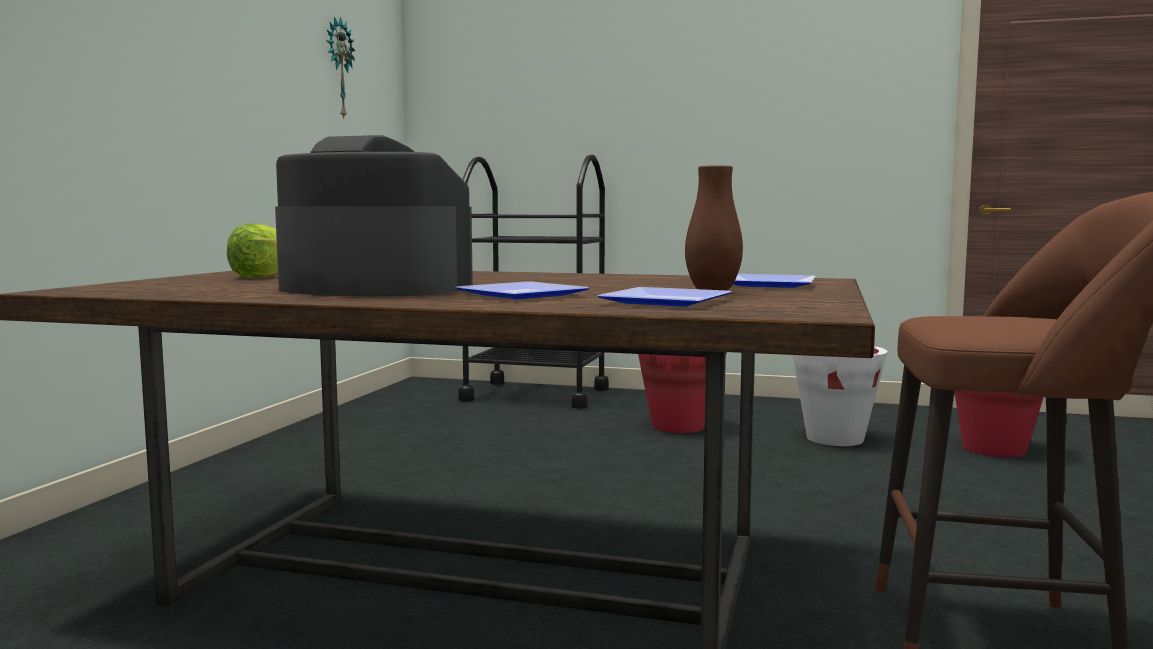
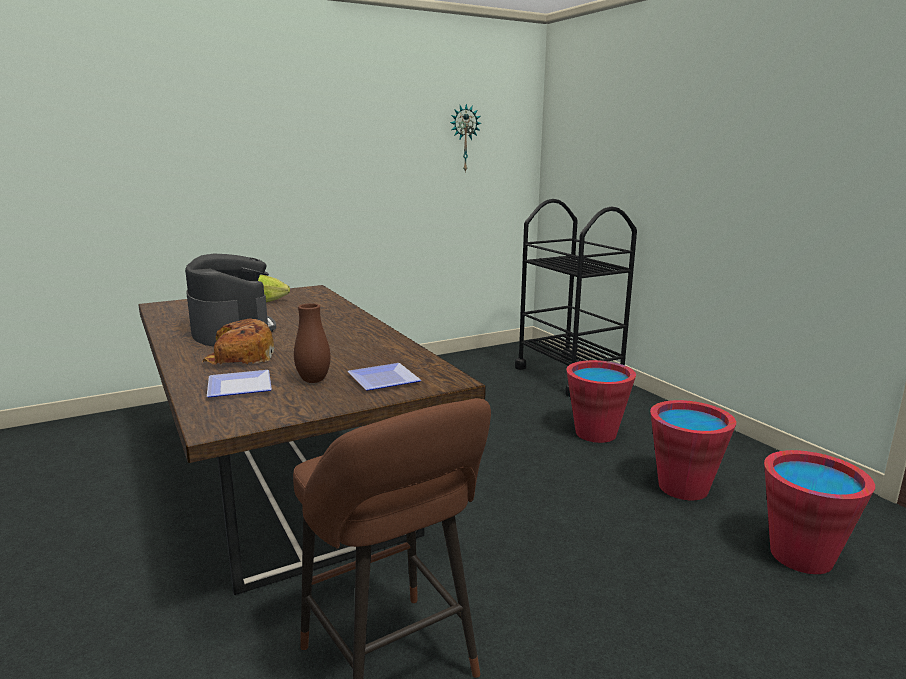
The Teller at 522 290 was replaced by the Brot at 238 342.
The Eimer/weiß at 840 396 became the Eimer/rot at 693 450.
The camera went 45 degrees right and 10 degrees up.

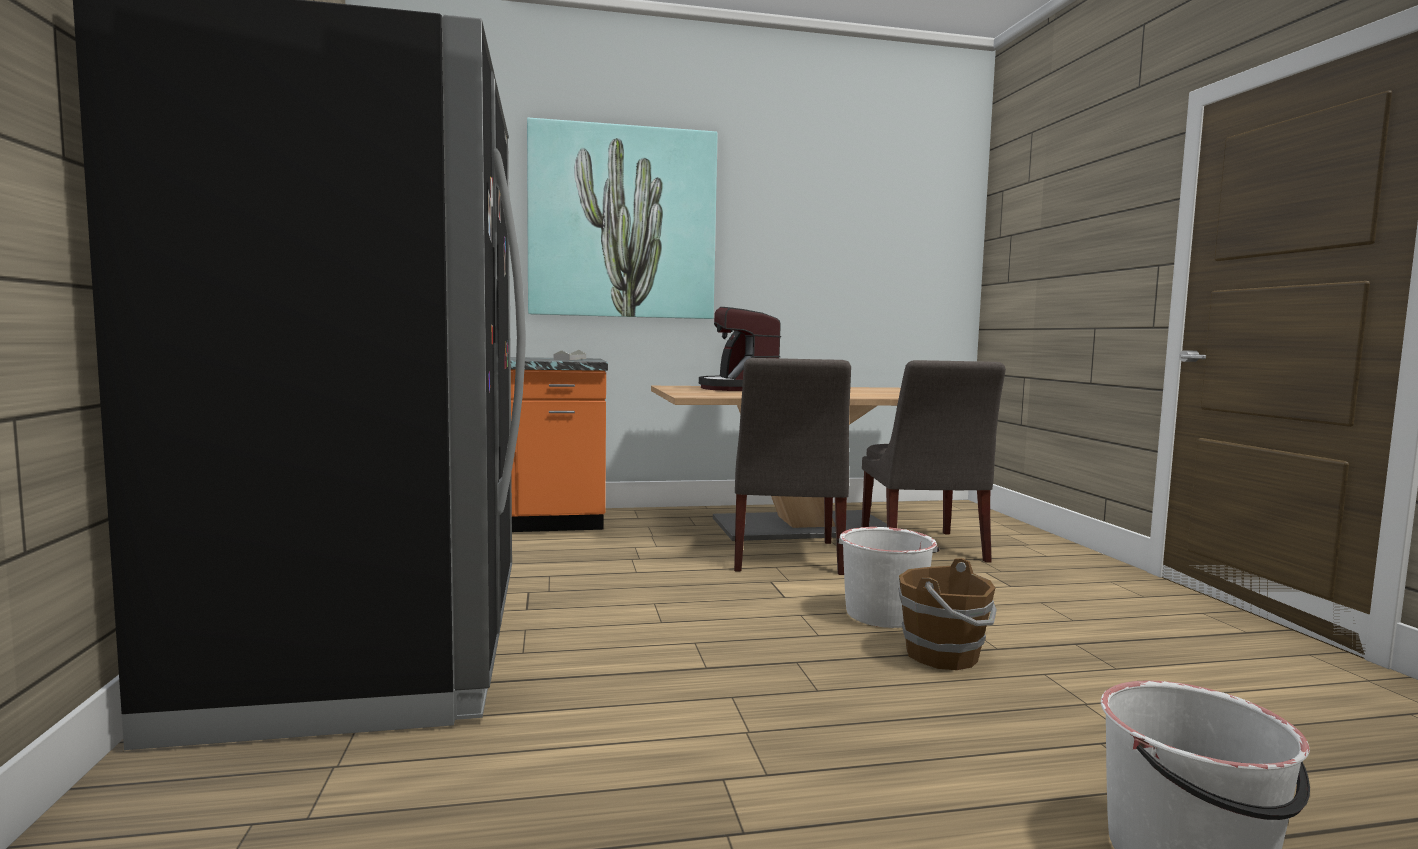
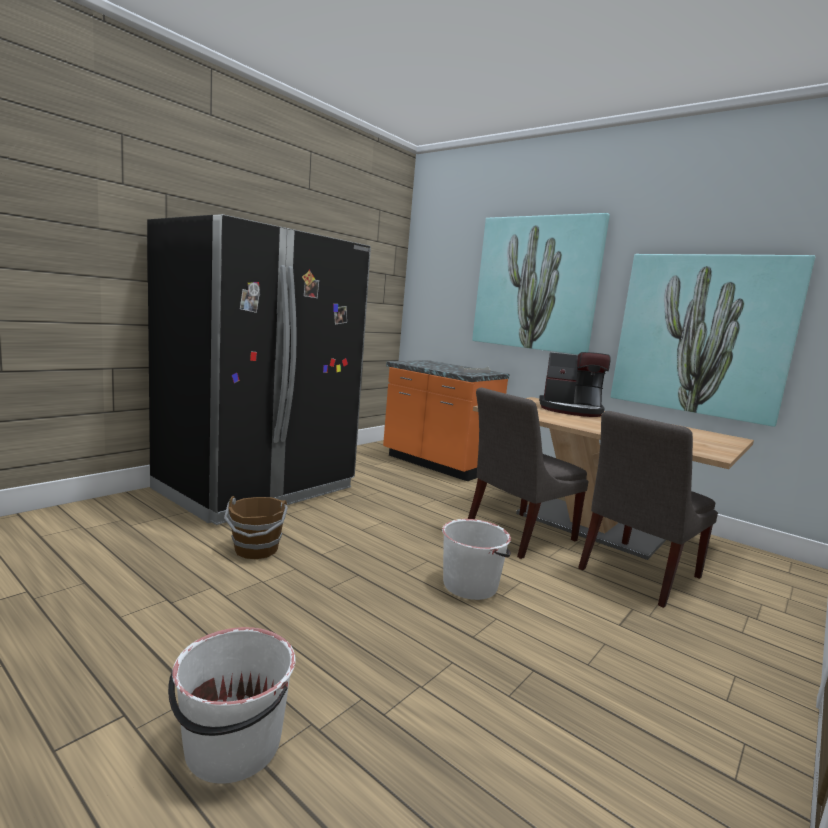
The Bild at 713 340 appeared.
The Eimer/braun moved from 947 614 to 256 527.
The Kaffeemaschine at 740 349 turned 120 degrees counterclockwise.
The camera went 50 degrees right and 5 degrees up.

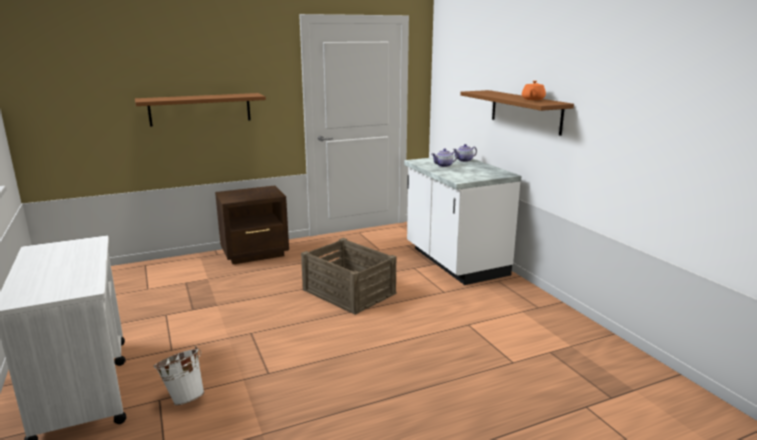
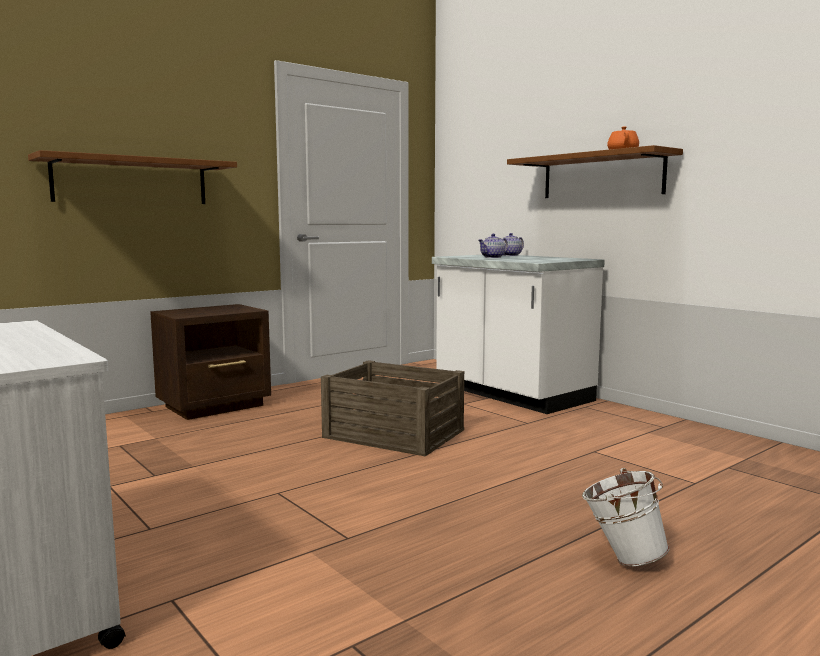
The Eimer/weiß moved from 179 375 to 625 517.
The camera went 15 degrees left and 10 degrees down.

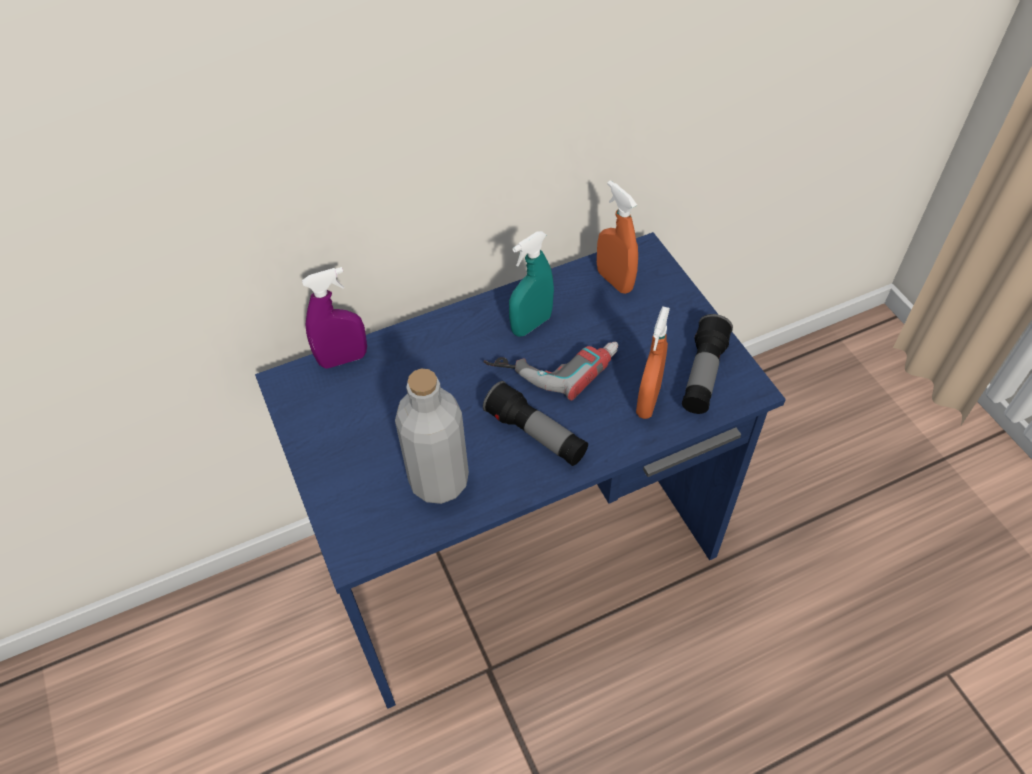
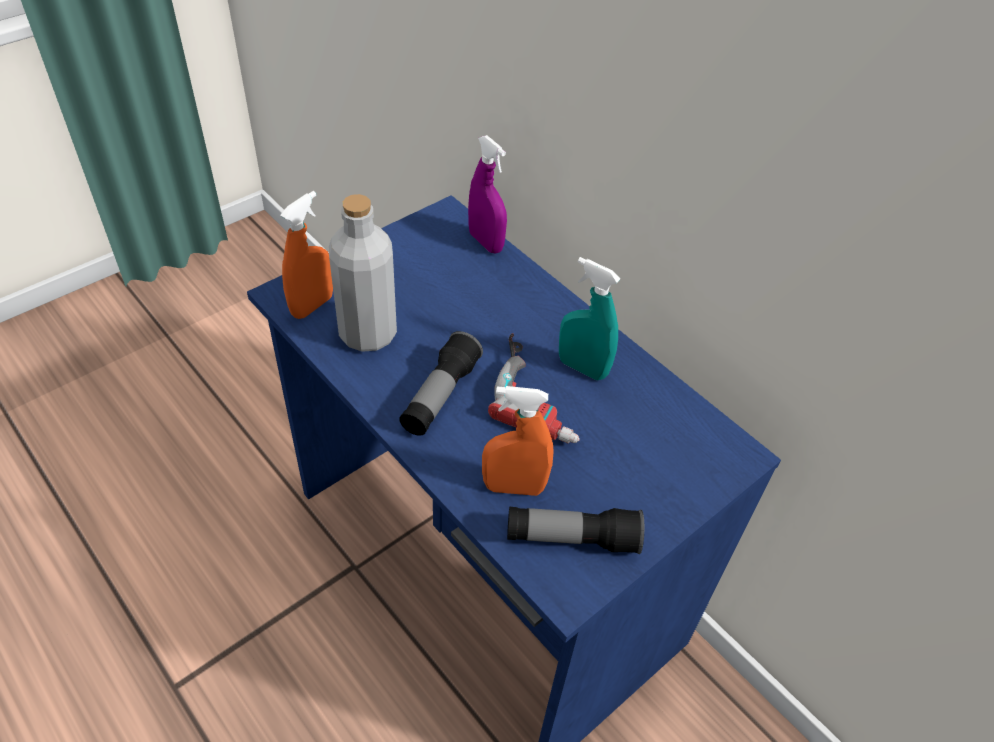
The Sprühflasche/orange moved from 617 237 to 306 255.
The camera went 70 degrees right and 5 degrees down.

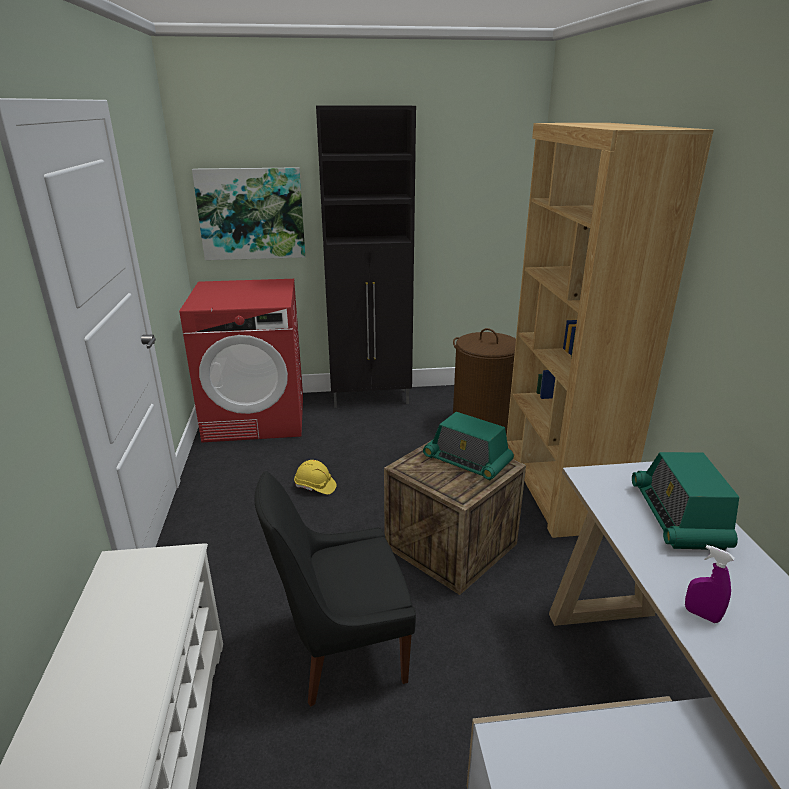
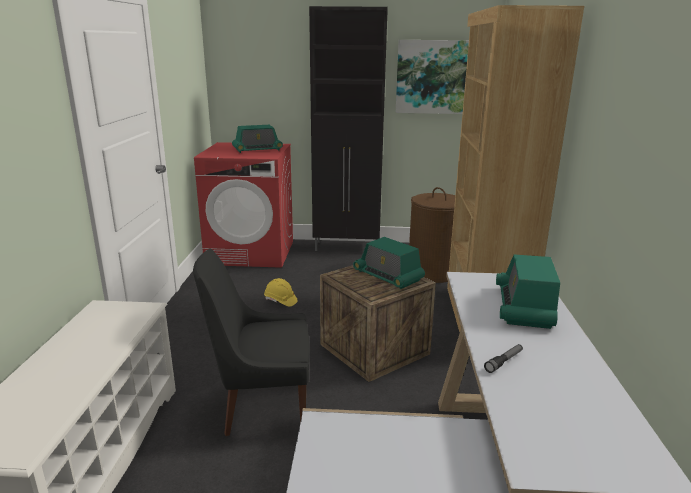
The Radio at 257 139 appeared.
The Bild moved from 248 213 to 432 77.
The Sprühflasche/lila at 710 584 was replaced by the Taschenlampe at 503 358.
The camera went 10 degrees right and 5 degrees down.

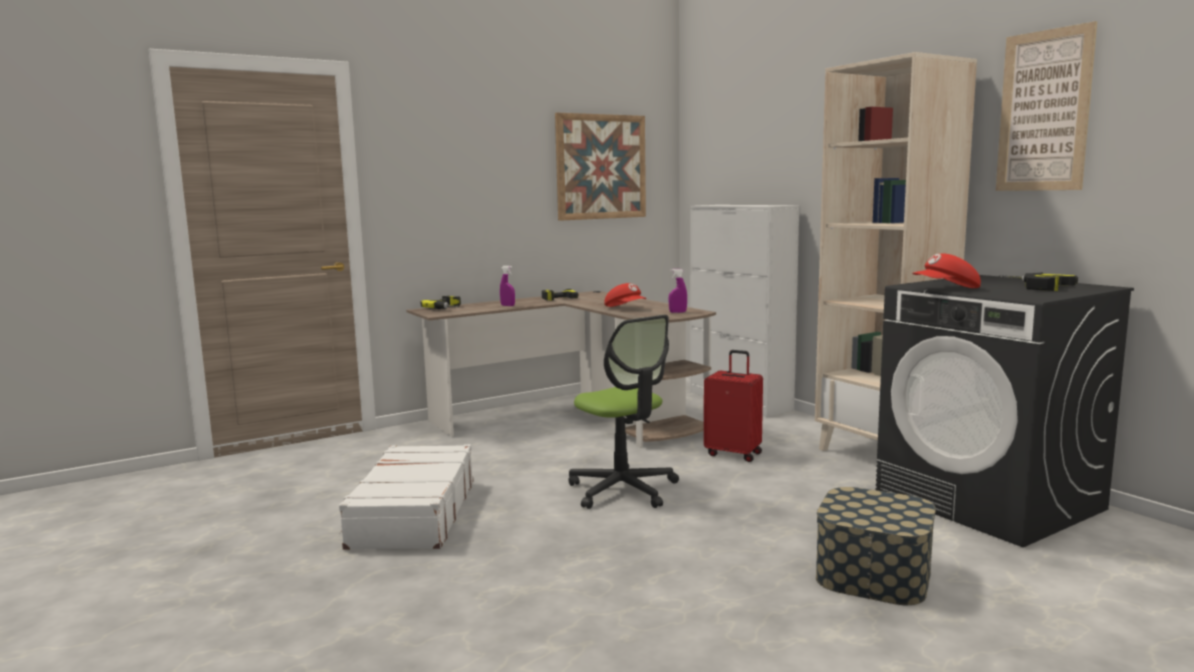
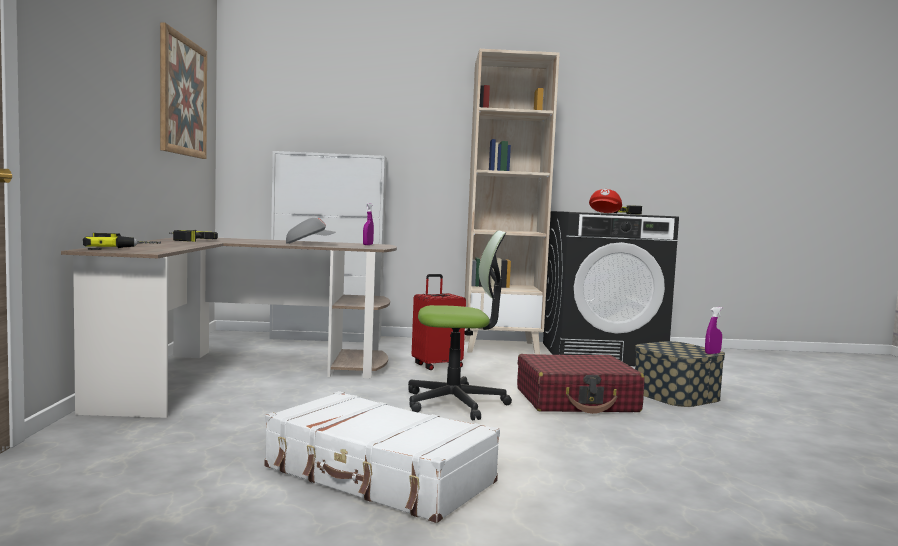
The Bild at 1046 106 disappeared.
The Koffer/rot at 581 384 appeared.
The Sprühflasche/lila moved from 507 286 to 713 330.
The Kappe/rot at 625 295 became the Kappe/grau at 311 231.
The camera went 60 degrees left and 5 degrees down.

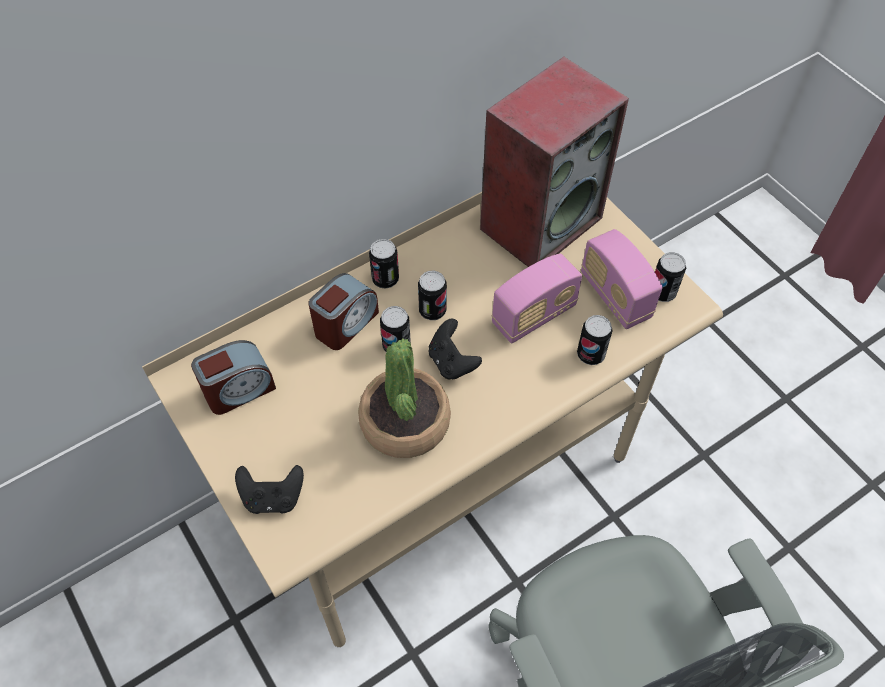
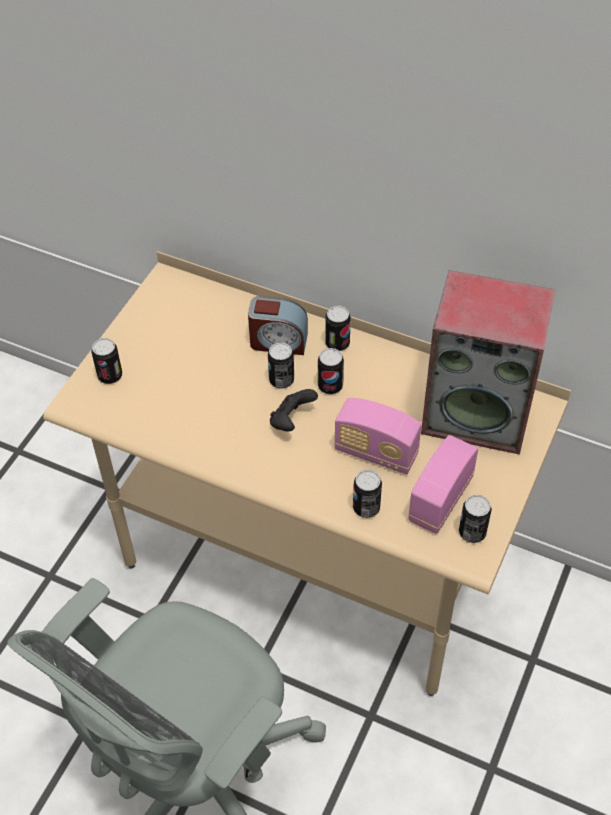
The Wecker at 233 377 disappeared.
The Topfpflanze at 404 398 disappeared.
The Gamepad/schwarz at 269 489 was replaced by the Dose at 106 361.
The camera went 60 degrees right and 5 degrees down.

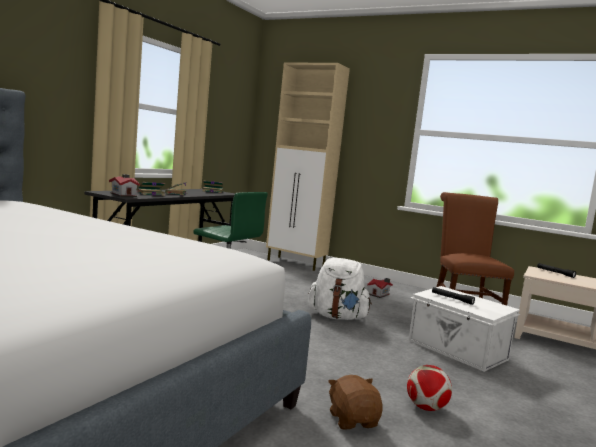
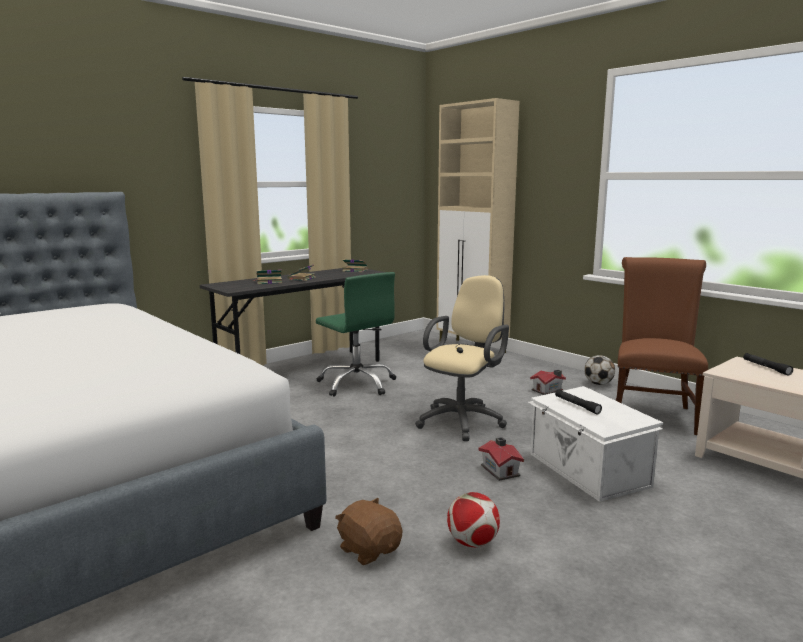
The Fußball at 599 370 appeared.
The Spielzeughaus moved from 124 185 to 501 459.
The Rucksack/weiß at 340 289 was replaced by the Bürostuhl/beige at 462 358.
The Plüschtier/braun at 355 402 turned 45 degrees counterclockwise.
The camera went 20 degrees right and 5 degrees up.

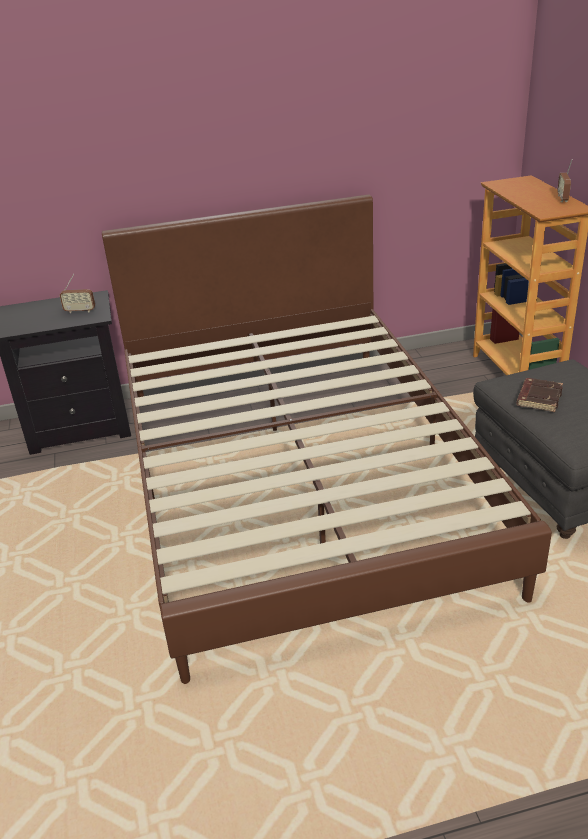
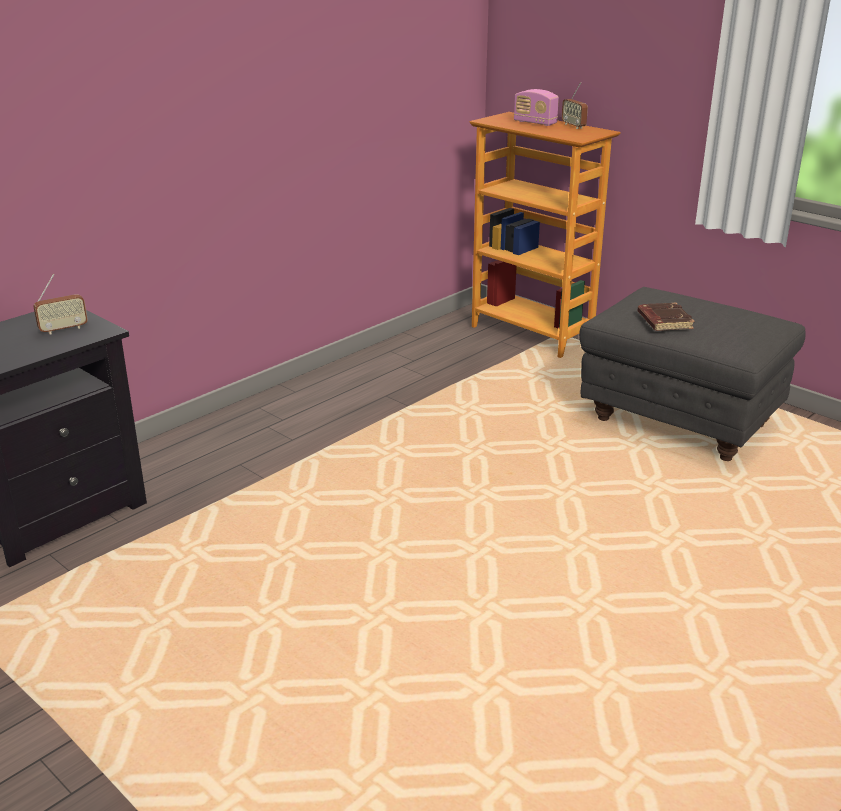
The Bett/braun at 327 439 disappeared.
The Radio at 536 107 appeared.
The camera went 35 degrees left and 5 degrees down.

